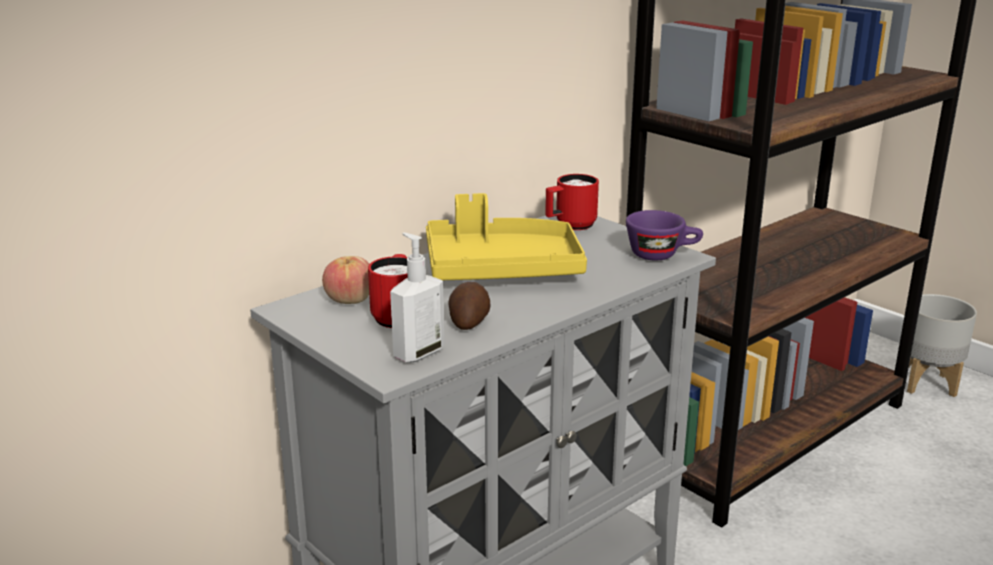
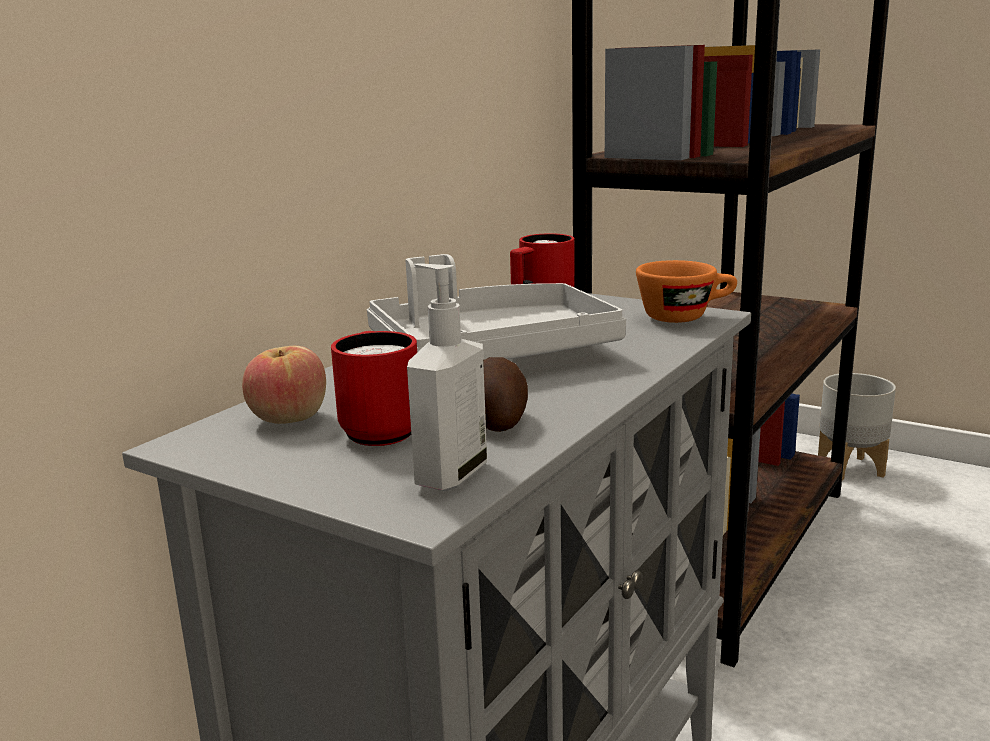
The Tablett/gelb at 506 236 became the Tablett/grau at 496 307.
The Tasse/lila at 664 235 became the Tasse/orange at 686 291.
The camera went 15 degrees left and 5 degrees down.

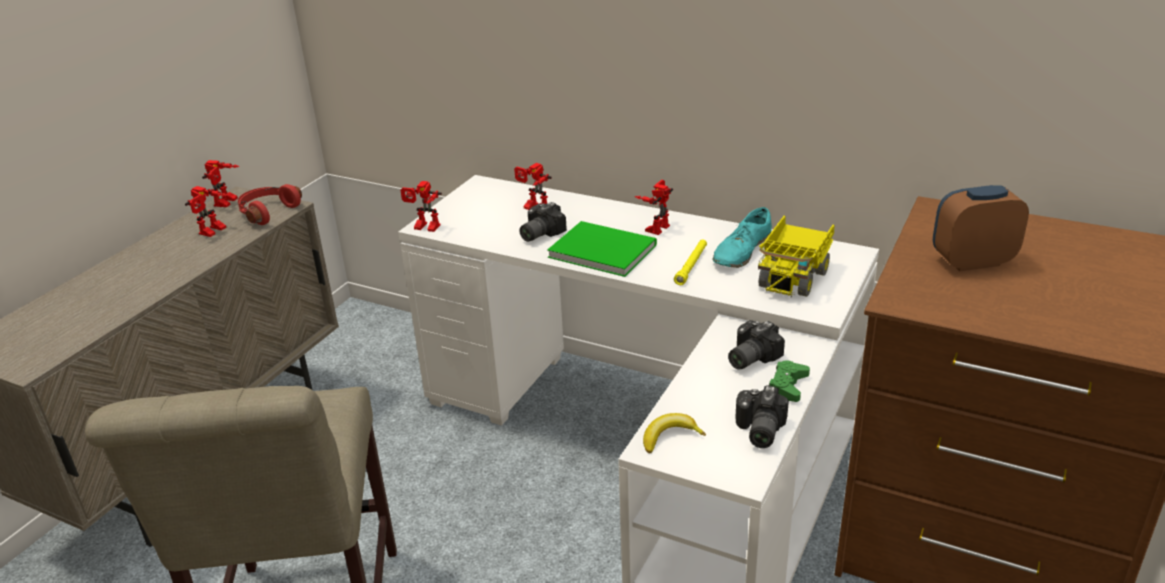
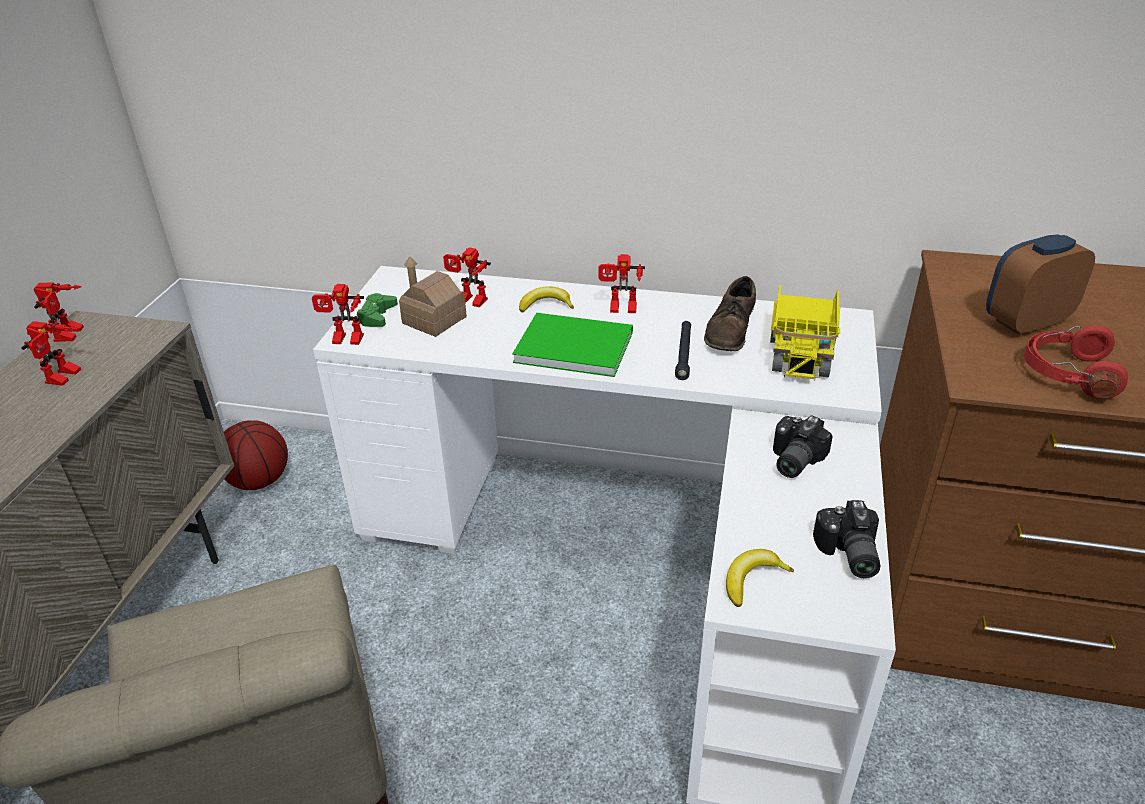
The Kamera at 543 222 disappeared.
The Basketball at 256 455 appeared.
The Spielzeughaus at 433 296 appeared.
The Banane at 546 299 appeared.
The Kopfhörer/rot moved from 270 204 to 1076 362.
The Gamepad/grün moved from 789 381 to 377 310.
The Taschenlampe/gelb at 690 262 became the Taschenlampe/schwarz at 683 350.
The Schuh/türkis at 742 237 became the Schuh/braun at 730 313.
The Spielzeugroboter at 654 207 turned 105 degrees counterclockwise.
The camera went 15 degrees left and 5 degrees up.

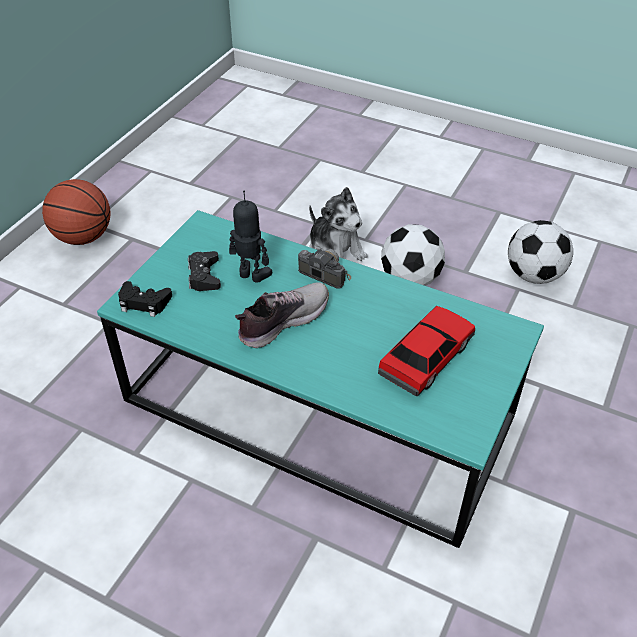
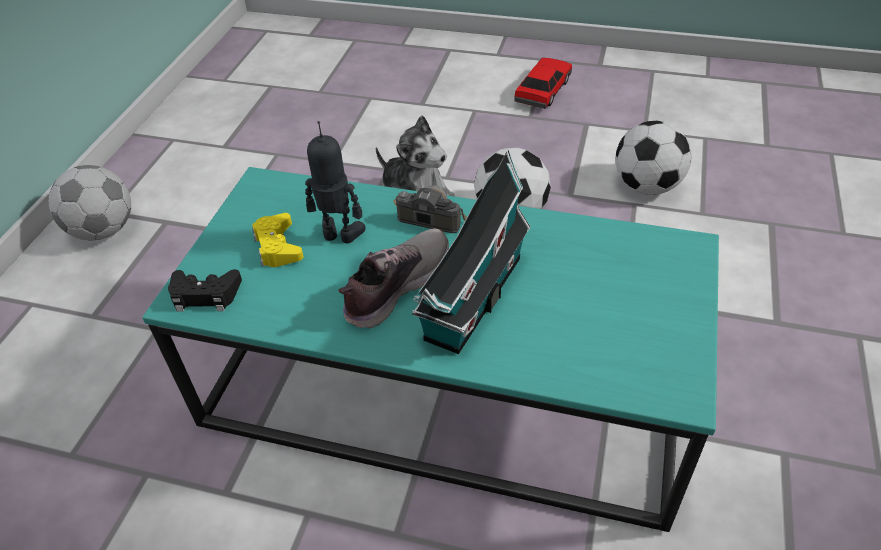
The Spielzeughaus at 471 252 appeared.
The Spielzeugauto moved from 426 351 to 543 83.
The Basketball at 76 212 was replaced by the Fußball at 90 203.
The Gamepad/schwarz at 204 271 became the Gamepad/gelb at 277 240.
The camera went 10 degrees left and 0 degrees up.

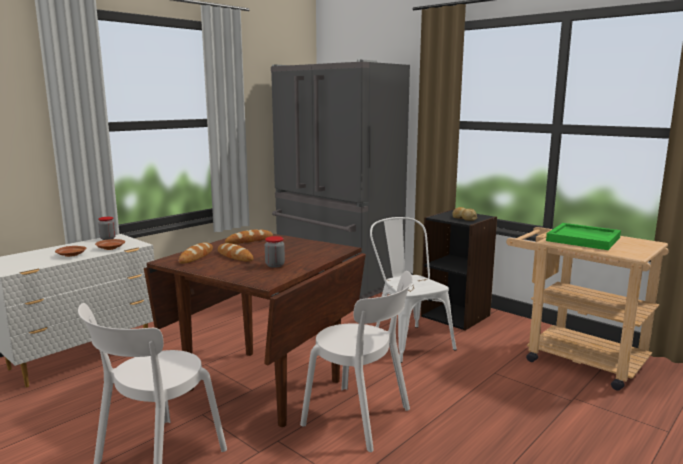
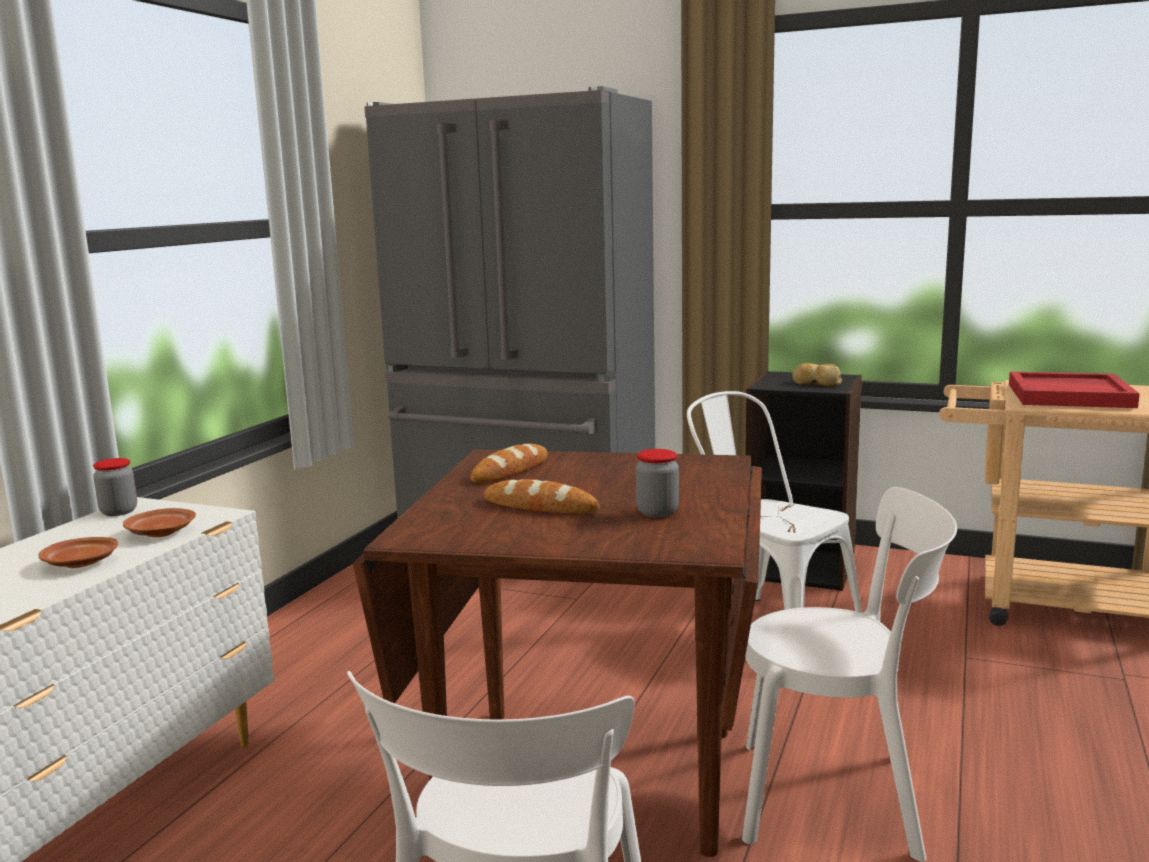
The Brot at 196 253 disappeared.
The Tablett/grün at 583 236 became the Tablett/rot at 1074 390.
The camera went 20 degrees left and 0 degrees up.

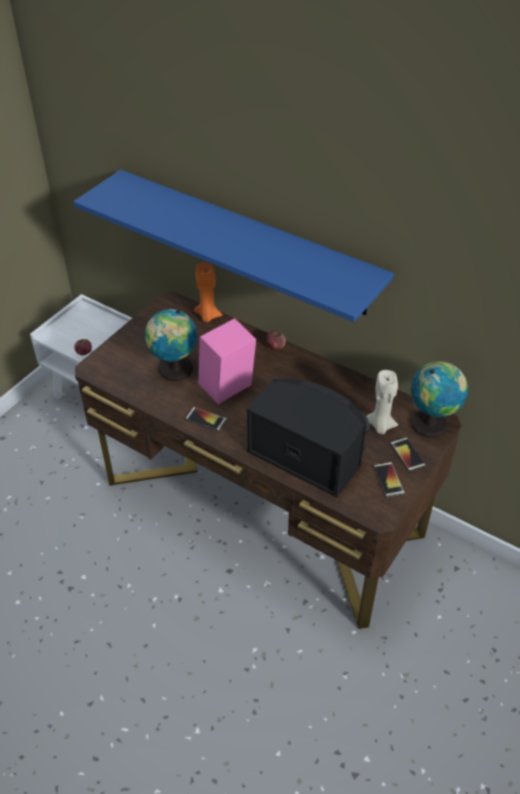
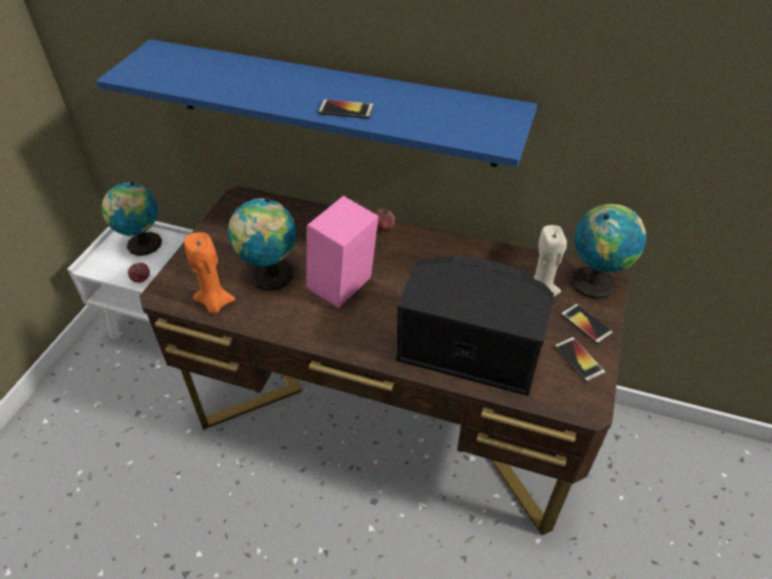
The Globus at 131 219 appeared.
The Handy moved from 206 419 to 346 109.
The Kerze/orange moved from 208 292 to 209 272.
The camera went 15 degrees left and 0 degrees up.

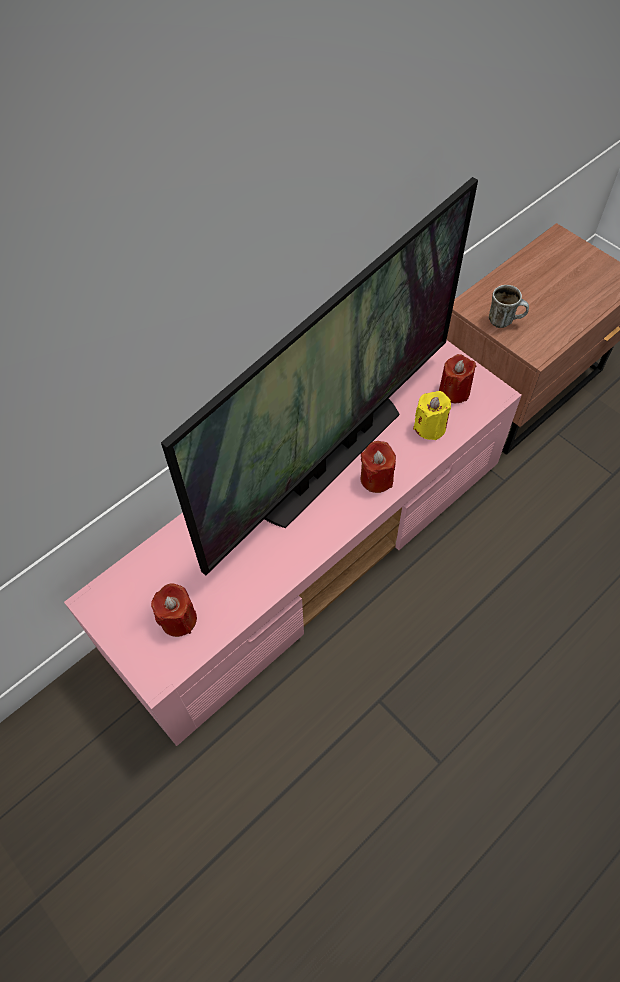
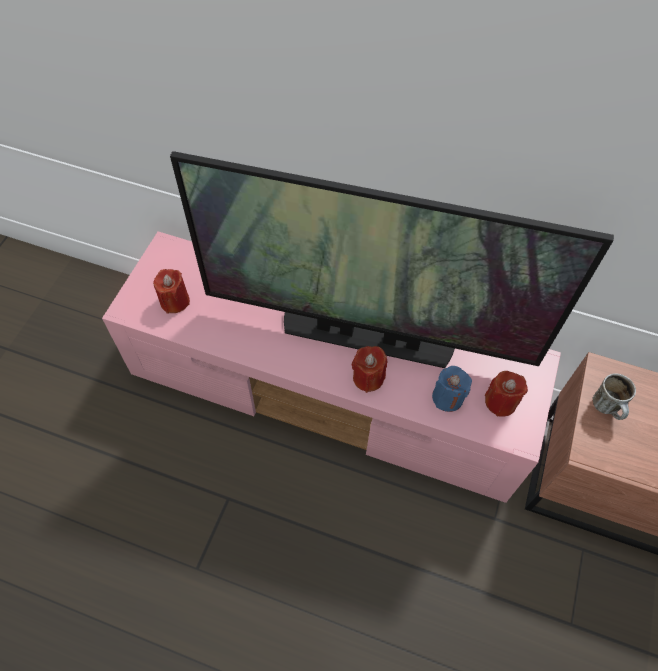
The Kerze/gelb at 432 415 became the Kerze/blau at 452 389.
The camera went 60 degrees right and 0 degrees up.

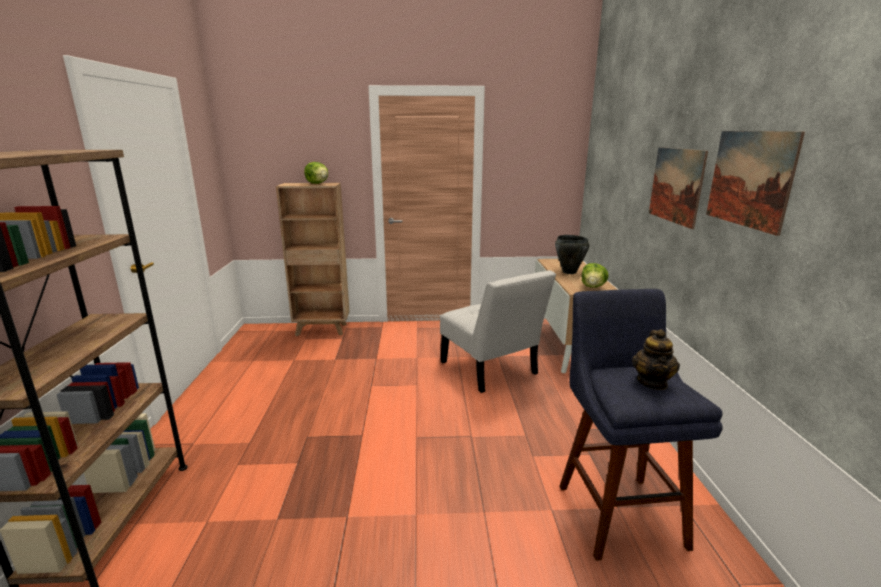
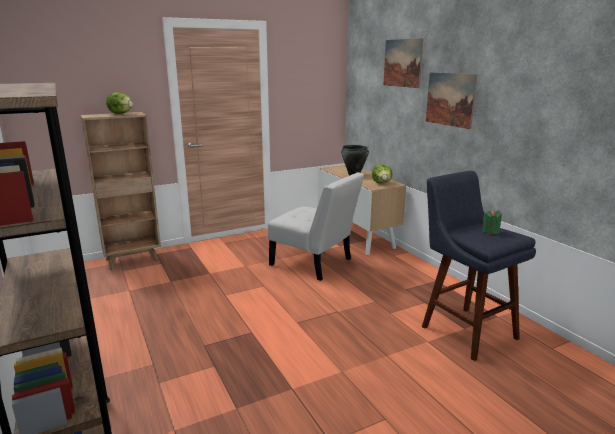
The Bild moved from 755 183 to 403 63.
The Teekanne at 656 359 was replaced by the Kerze/grün at 492 221.
The camera went 25 degrees left and 0 degrees up.

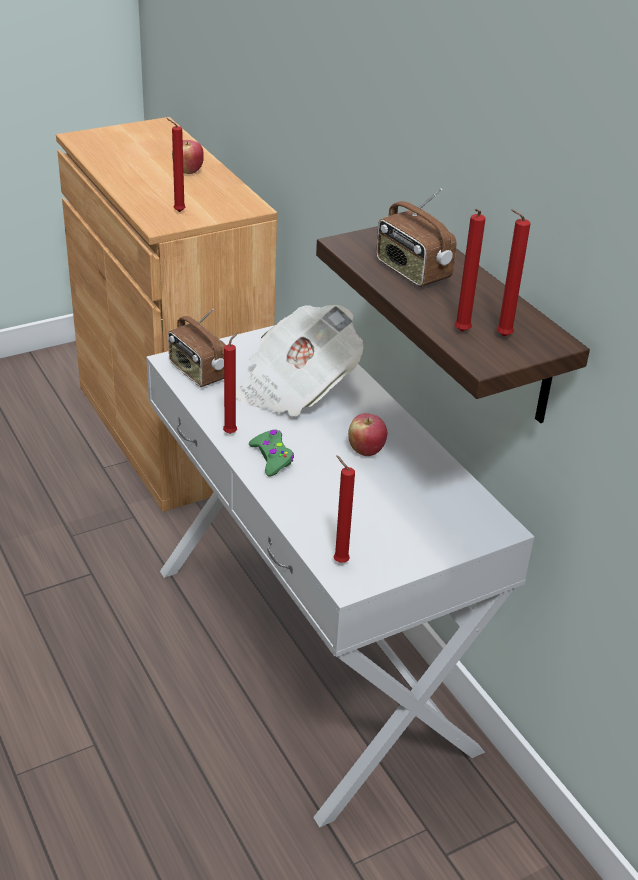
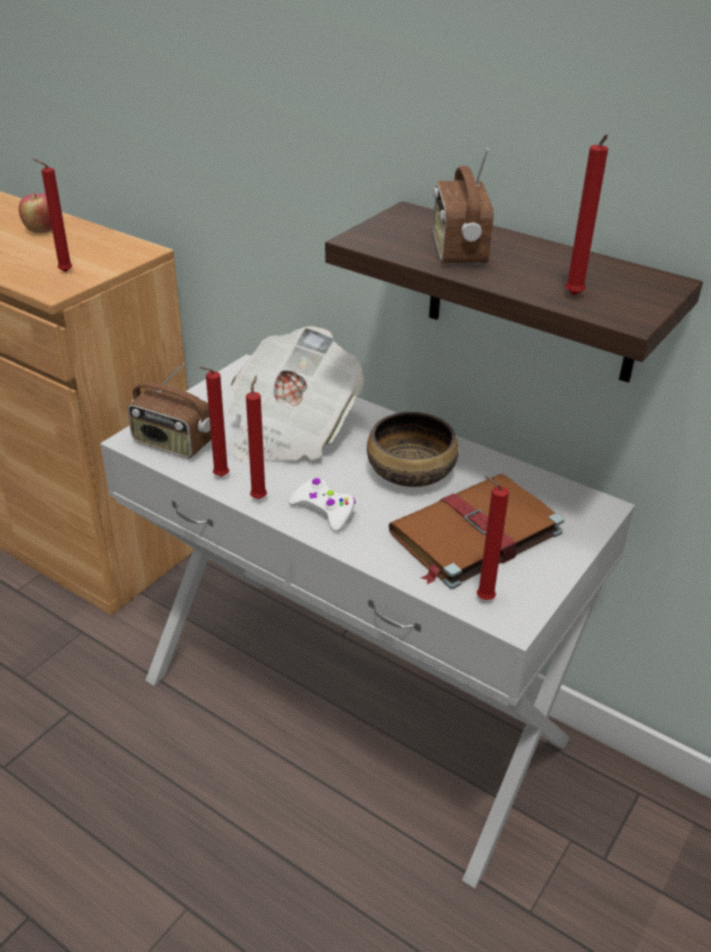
The Buch/braun at 476 531 appeared.
The Kerze/rot moved from 514 273 to 214 422.
The Apfel at 367 434 was replaced by the Schüssel at 412 449.
The Gamepad/grün at 271 453 became the Gamepad/weiß at 322 505.
The Radio at 416 237 turned 60 degrees clockwise.
The camera went 25 degrees left and 0 degrees up.

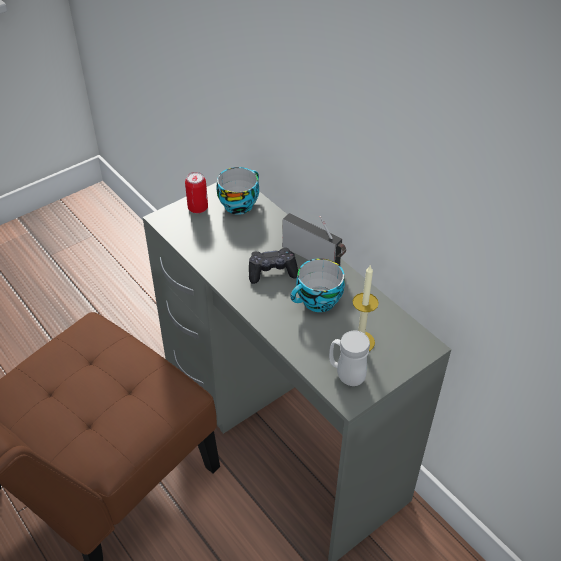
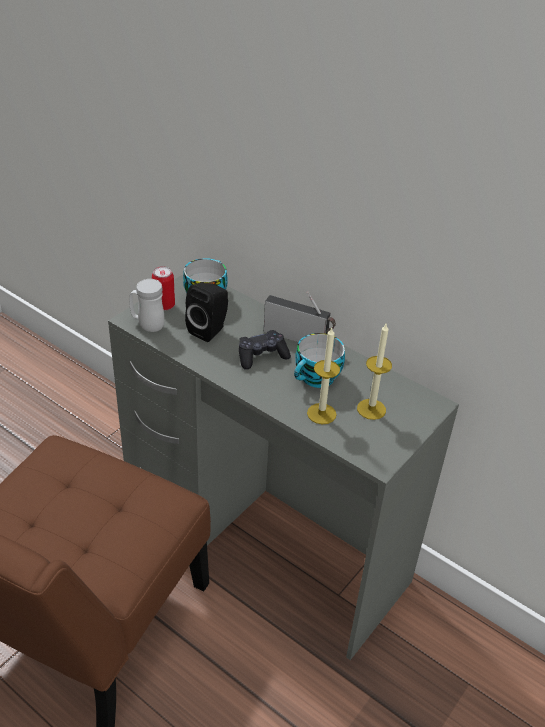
The Lautsprecher/schwarz at 206 312 appeared.
The Kerze at 323 376 appeared.
The Henkelbecher/weiß moved from 349 358 to 147 305.
The camera went 15 degrees left and 5 degrees down.

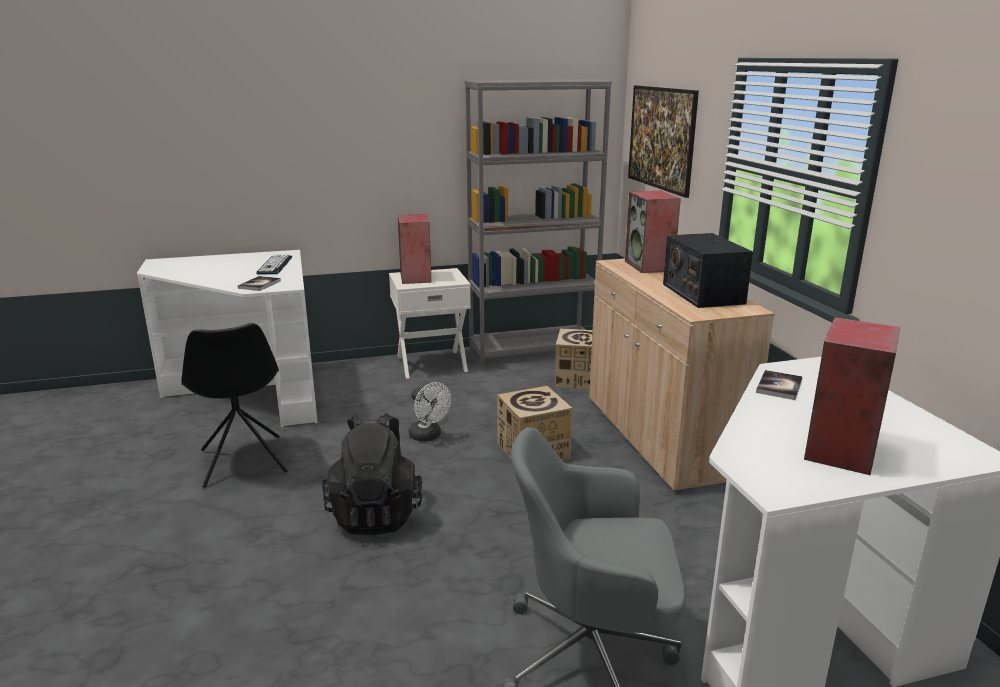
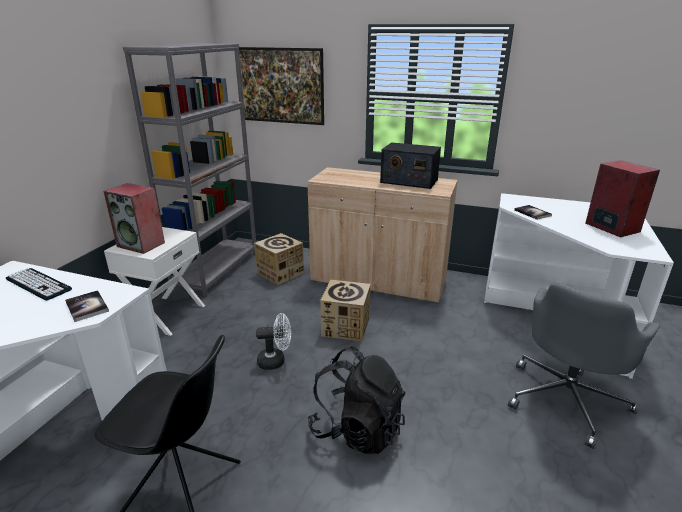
The Lautsprecher at 653 232 disappeared.
The camera went 55 degrees left and 5 degrees up.

